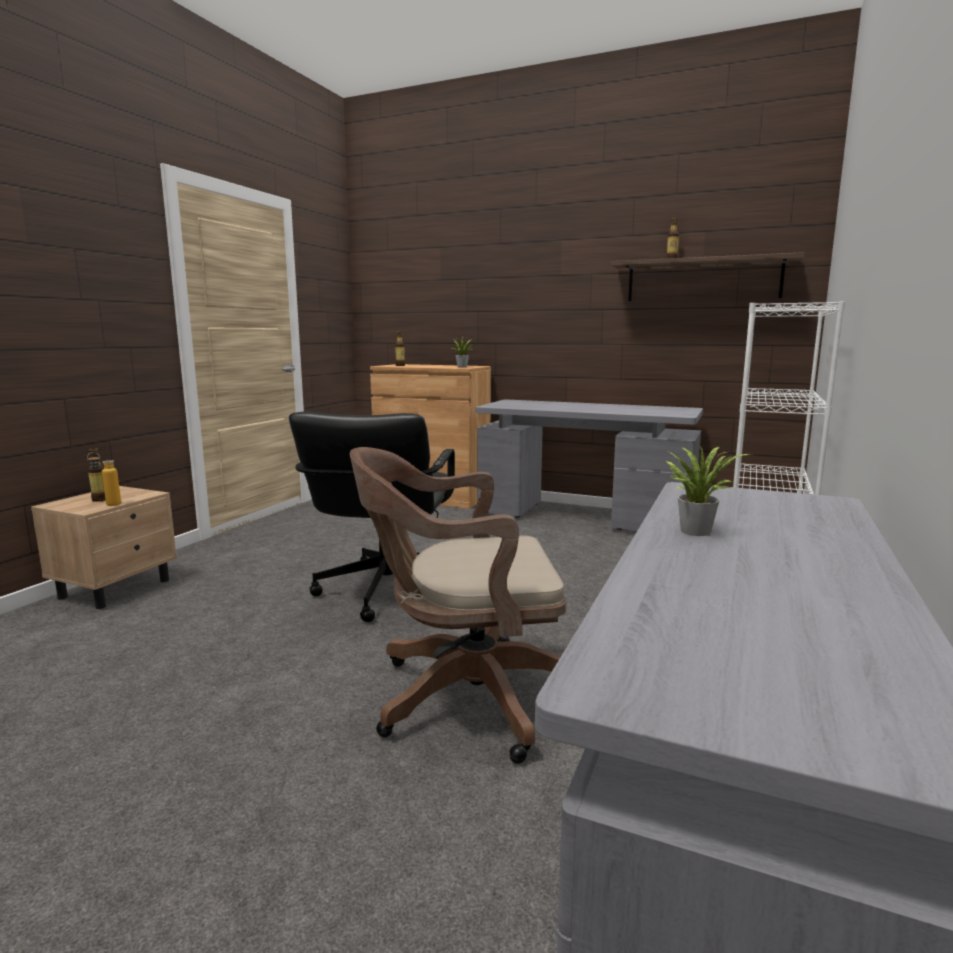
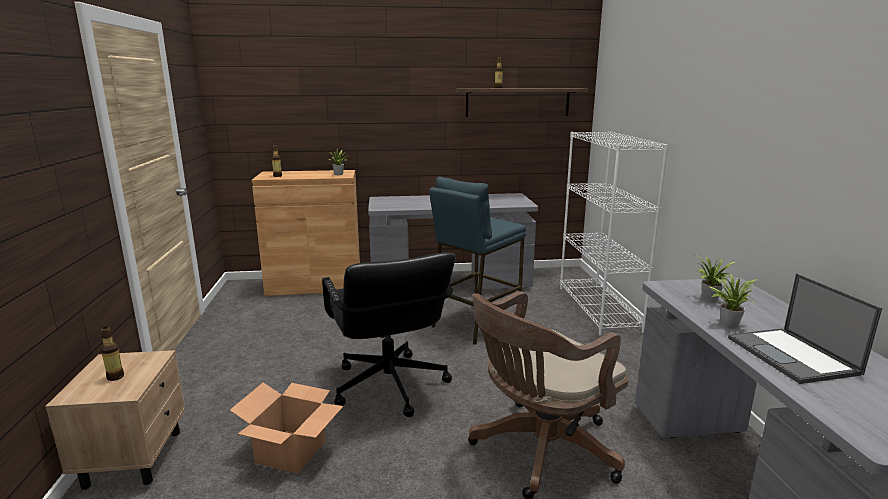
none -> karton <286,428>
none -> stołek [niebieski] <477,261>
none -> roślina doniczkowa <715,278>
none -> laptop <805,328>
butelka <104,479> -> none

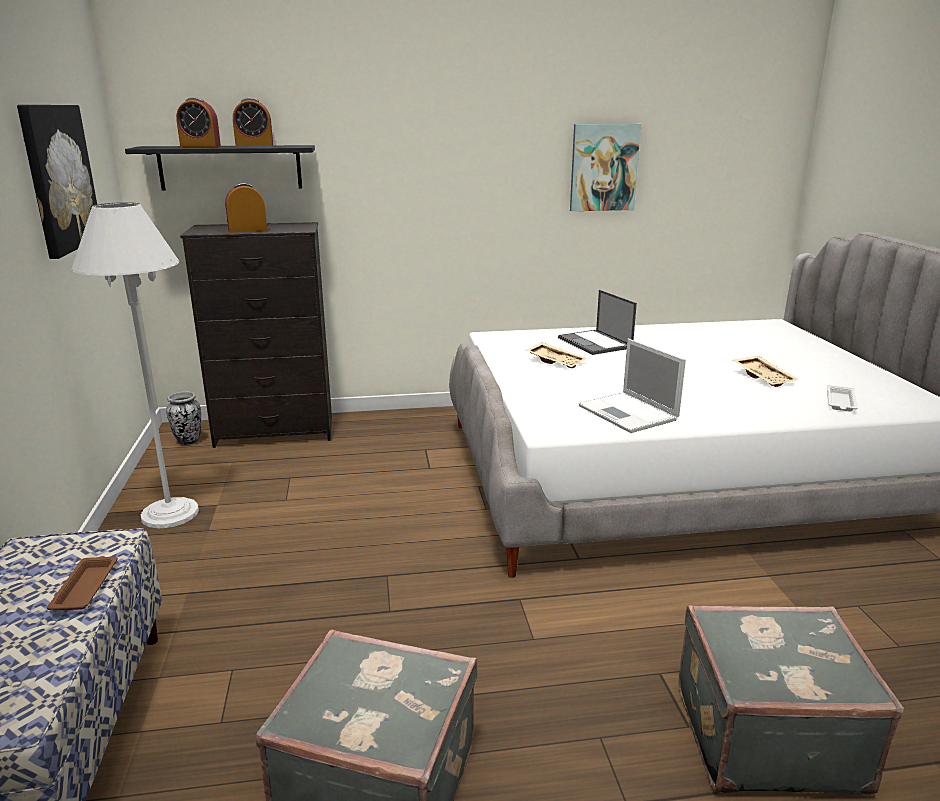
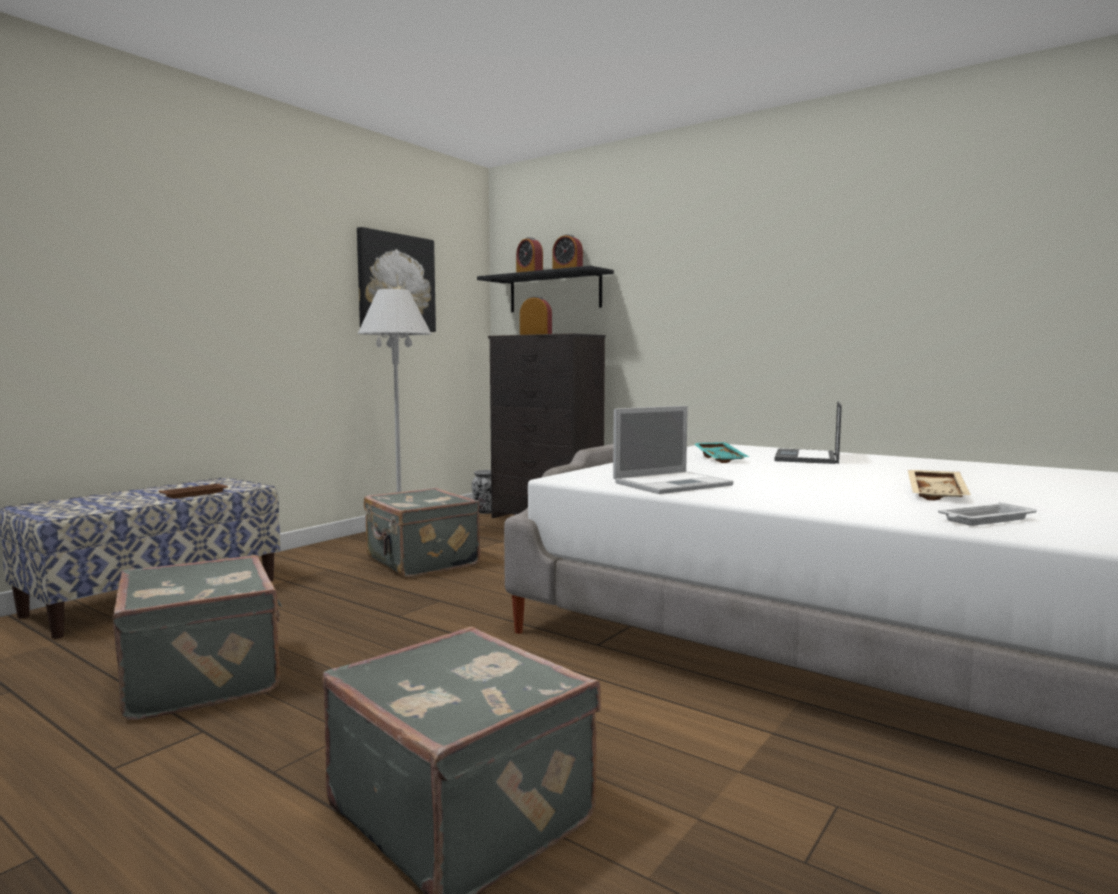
none -> walizka [szary] <422,533>
laptop <632,386> -> laptop <673,450>, 135 degrees counterclockwise
taca [beżowy] <556,355> -> taca [turkusowy] <721,452>
obraz <605,167> -> none

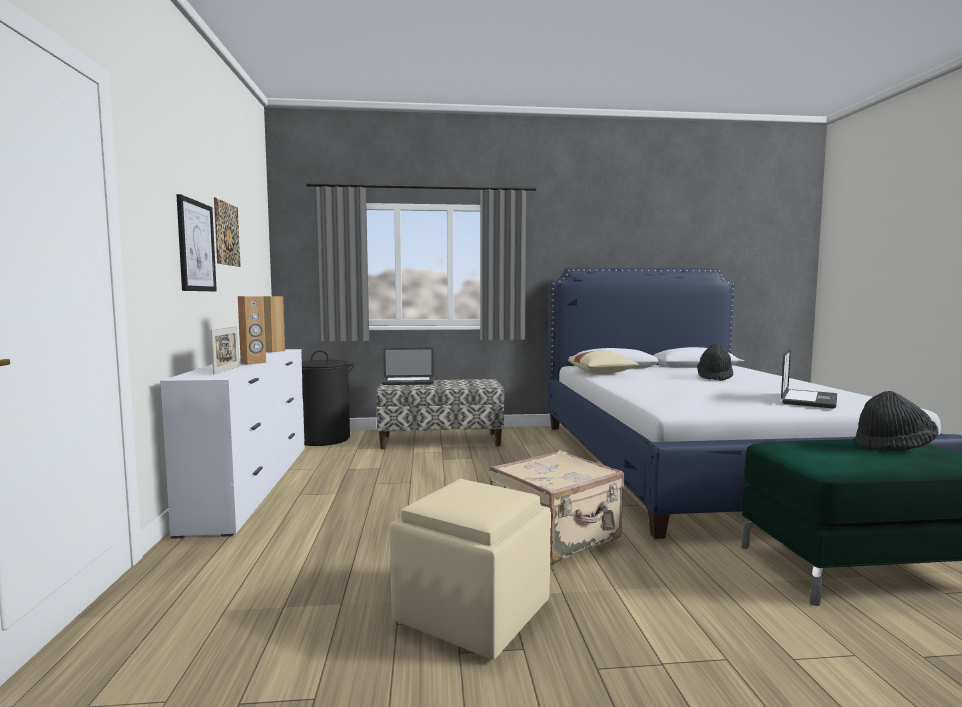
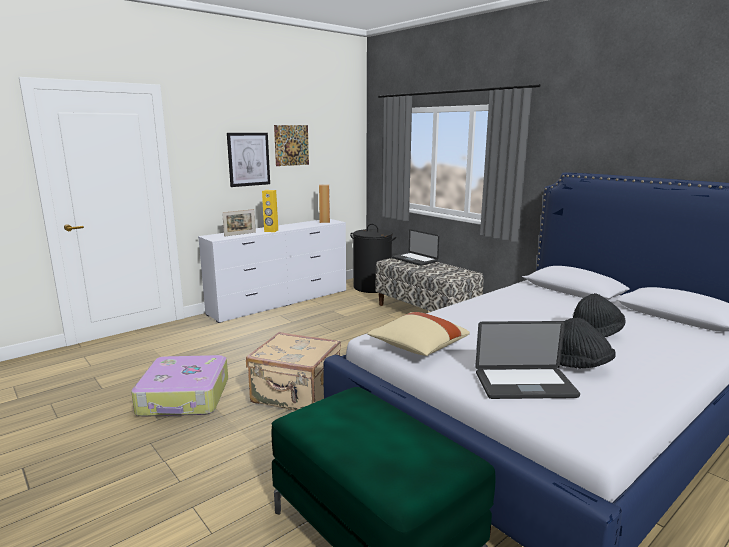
pufa [beżowy] <470,569> -> walizka <179,386>
głośnik [brązowy] <252,330> -> głośnik [żółty] <270,211>
poduszka [beżowy] <603,362> -> poduszka [beżowy] <418,334>, shifted
kapelusz [czarny] <896,421> -> kapelusz [czarny] <588,343>, shifted

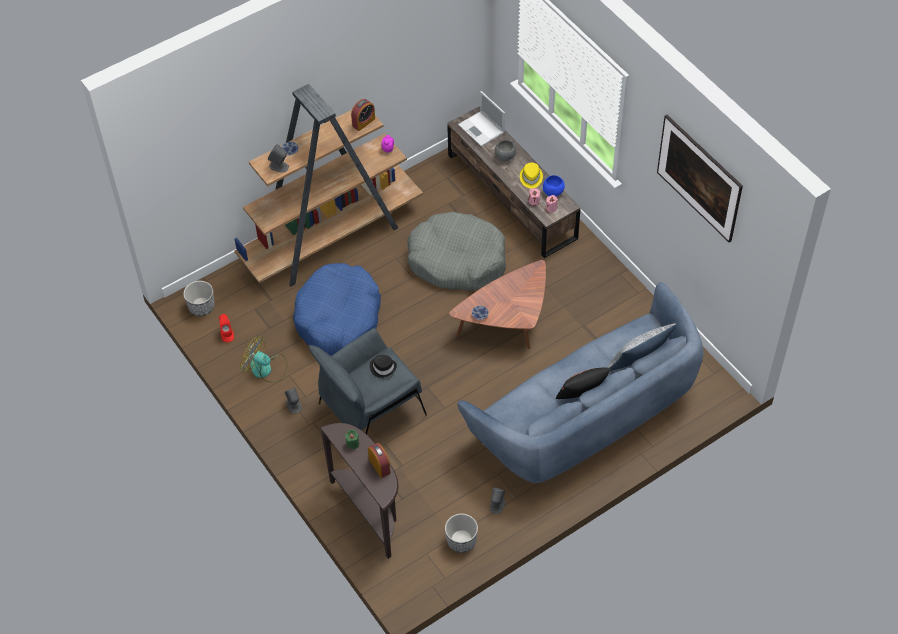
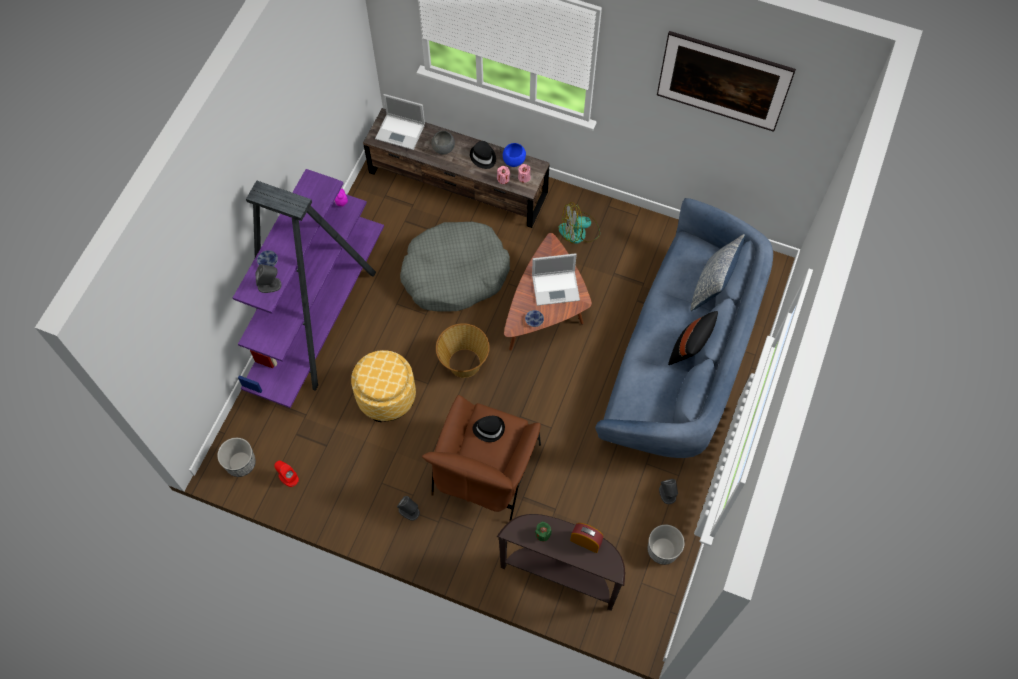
regał [brązowy] <329,185> -> regał [fioletowy] <308,288>
legowisko [niebieski] <337,309> -> pufa <383,386>
fotel [szary] <367,381> -> fotel [brązowy] <481,458>
none -> koszyk <463,350>
kapelusz [żółty] <531,176> -> kapelusz [czarny] <483,155>
none -> laptop <556,279>
wentylator <263,359> -> wentylator <579,223>, shifted
budzik <363,115> -> none

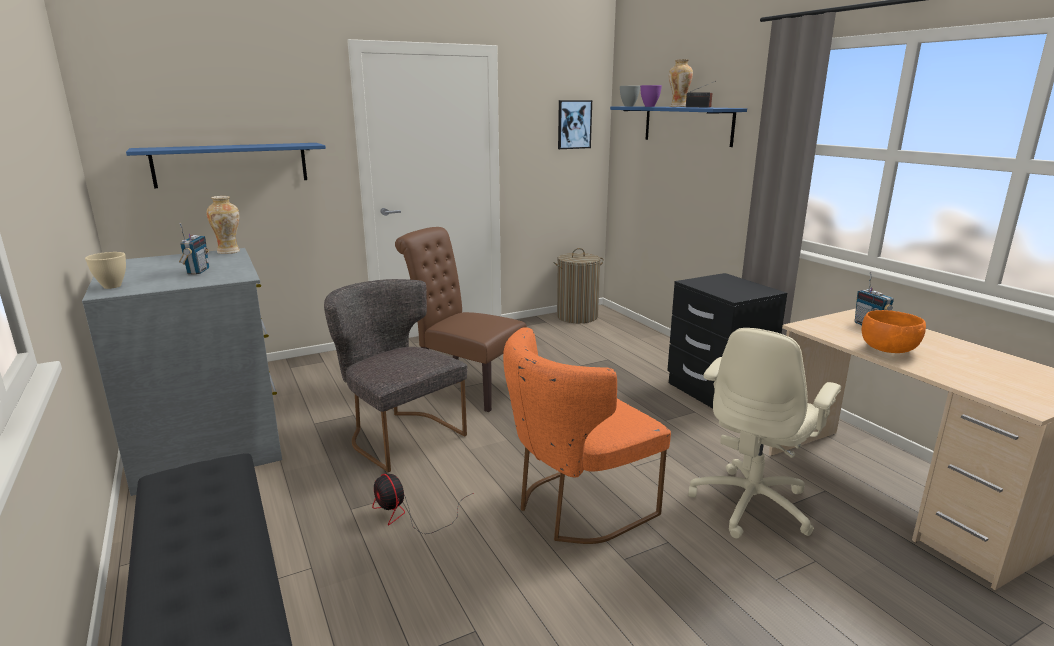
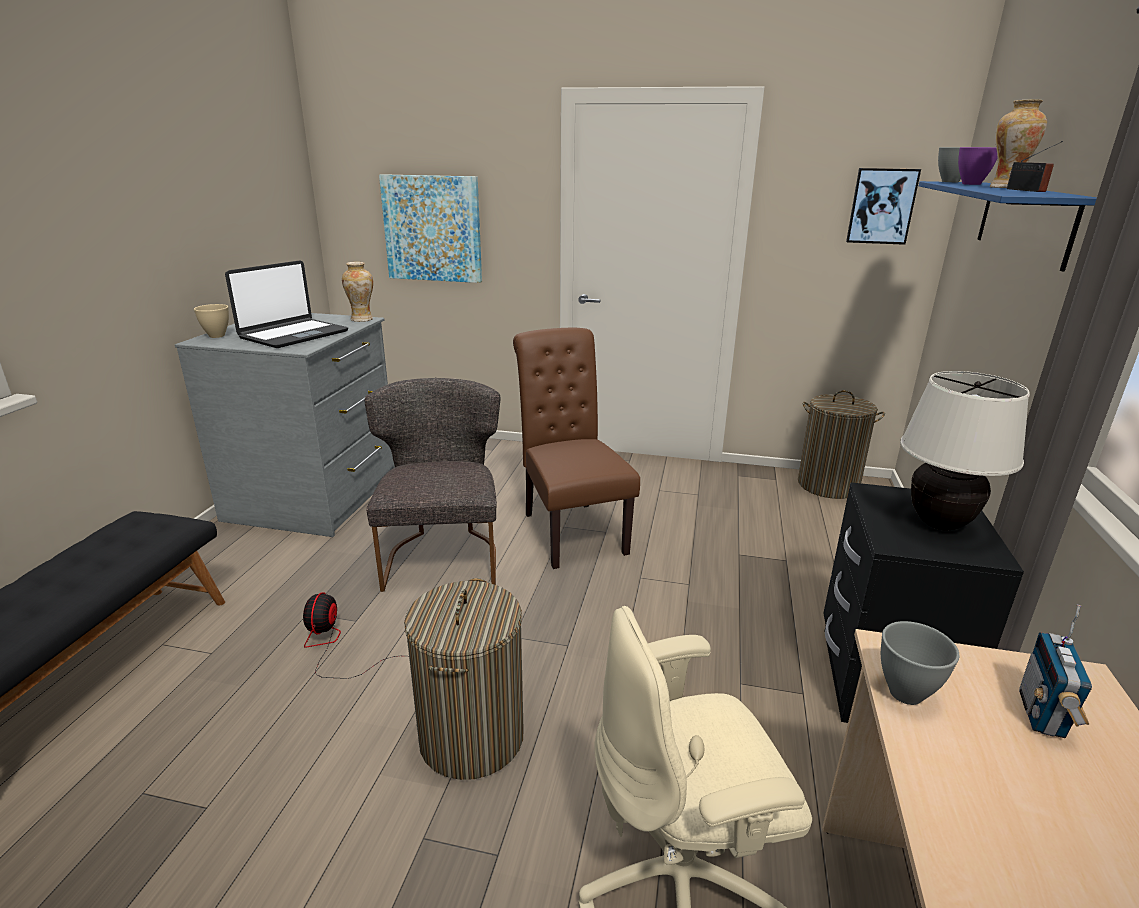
radio <194,249> -> laptop <286,304>
półka [niebieski] <226,165> -> obraz <430,228>
krzesło [pomarańczowy] <587,435> -> kosz na pranie <463,679>
none -> miska [szary] <920,663>
none -> lampa stołowa [beżowy] <965,451>
miska [pomarańczowy] <894,331> -> none

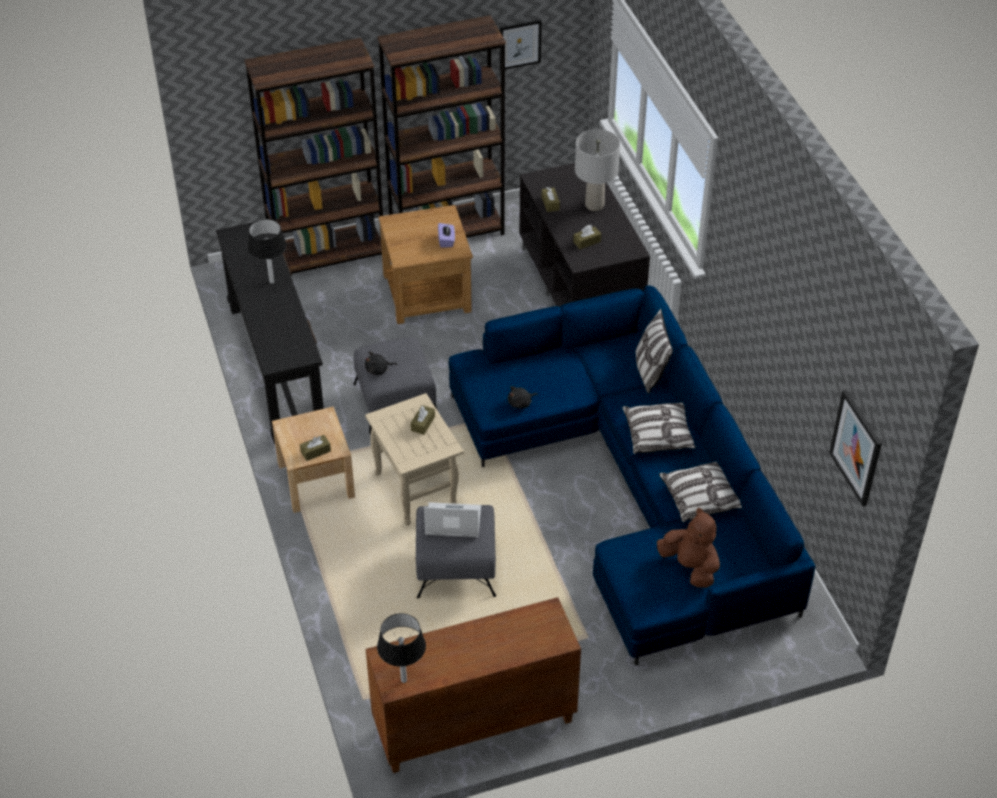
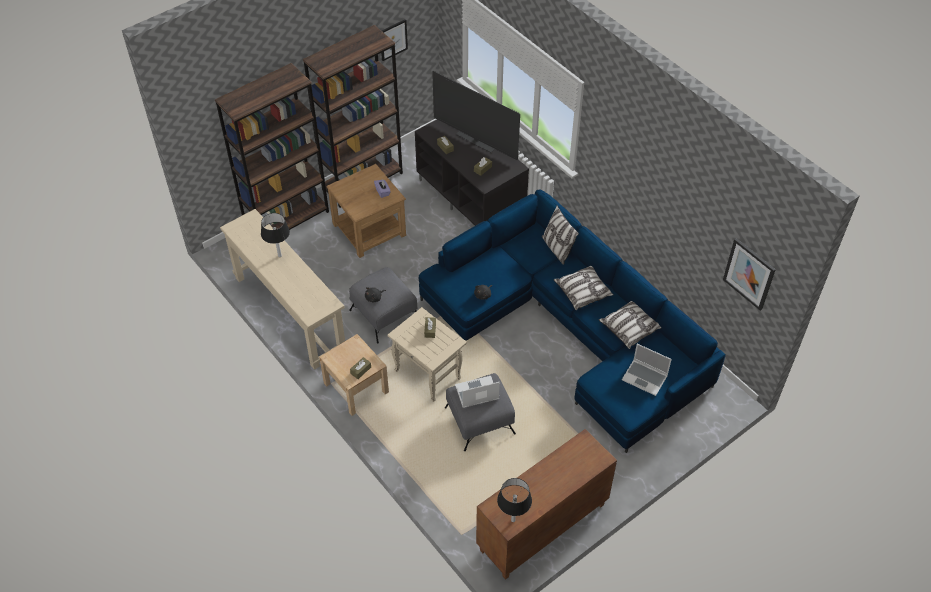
stolik konsolowy [czarny] <270,333> -> stolik konsolowy [beżowy] <282,289>
lampa stołowa [szary] <597,170> -> telewizor <476,115>
pluszak [brązowy] <688,548> -> laptop <647,370>

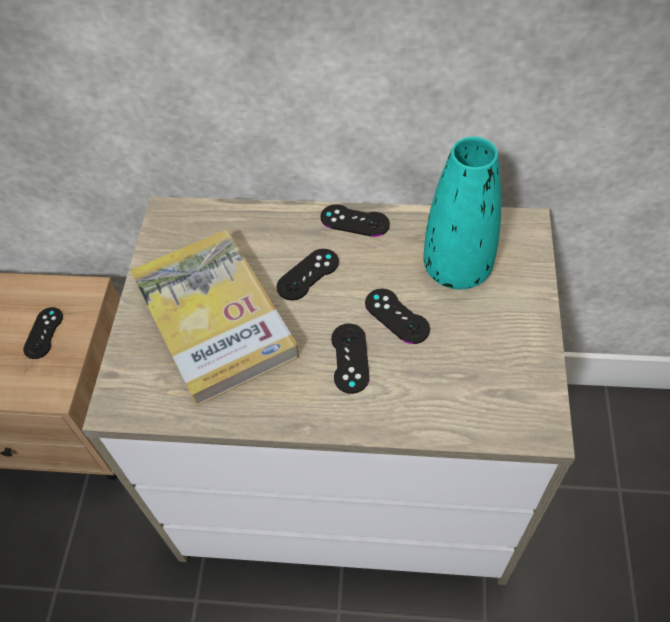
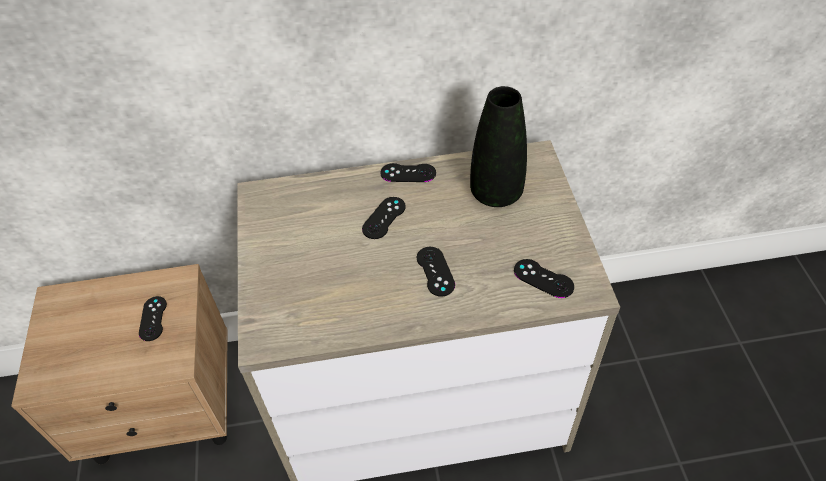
wazon [turkusowy] <462,213> -> wazon [czarny] <498,146>
pad do gier [czarny] <397,316> -> pad do gier [czarny] <544,278>, shifted
książka <214,318> -> none

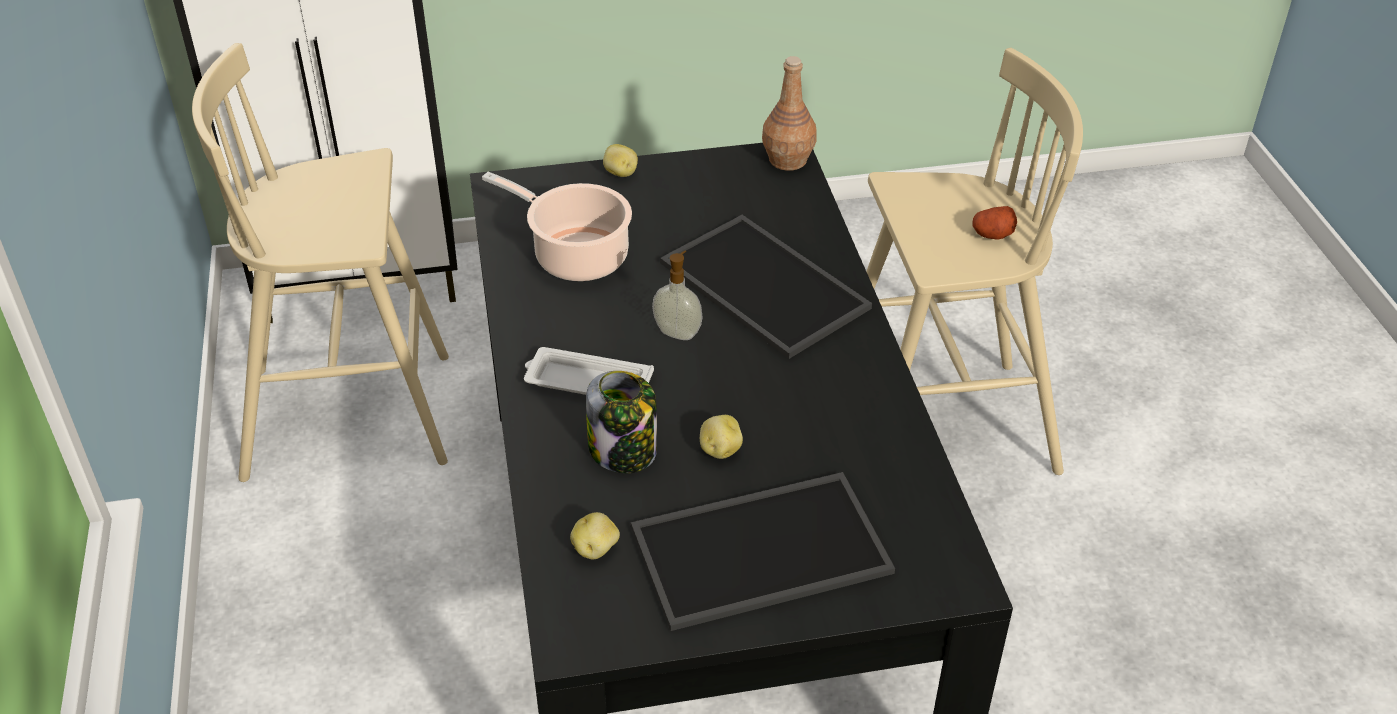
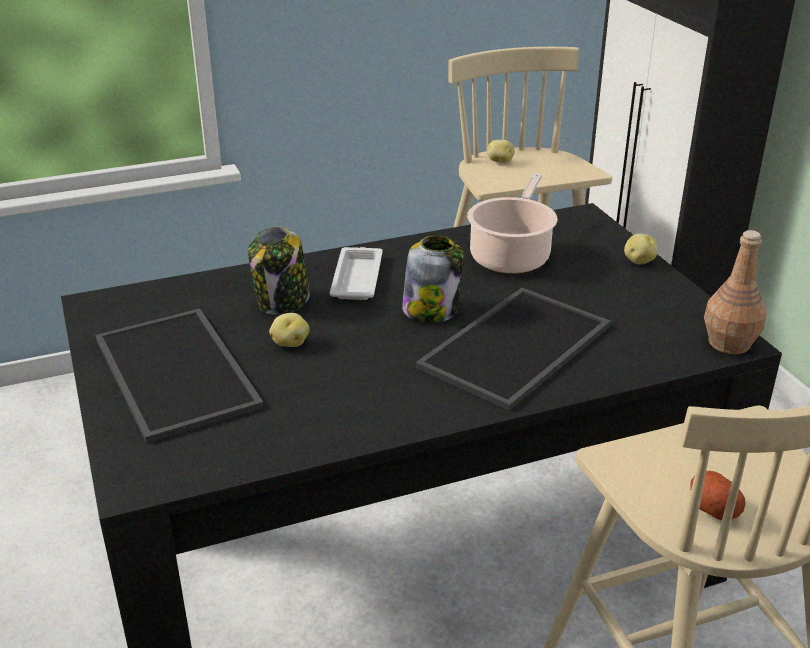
dozownik mydła <677,295> -> słoik <433,279>
ziemniak <595,535> -> ziemniak <501,151>, shifted

